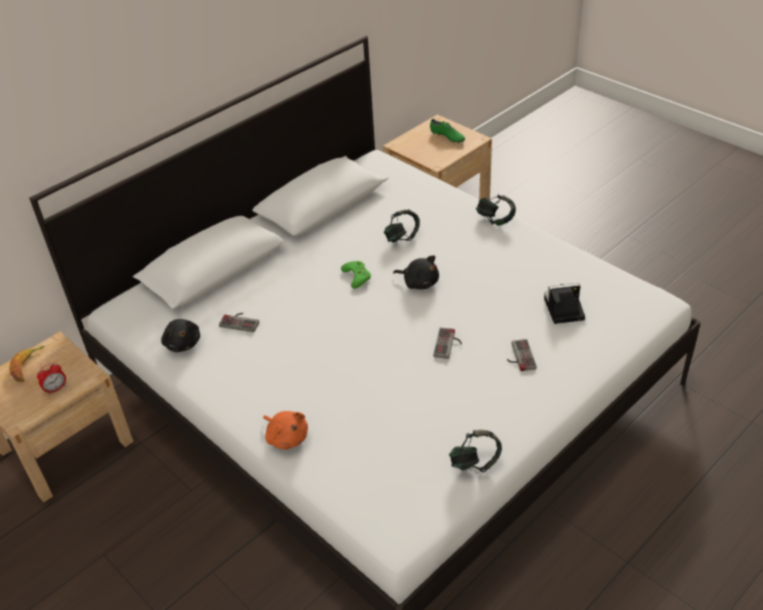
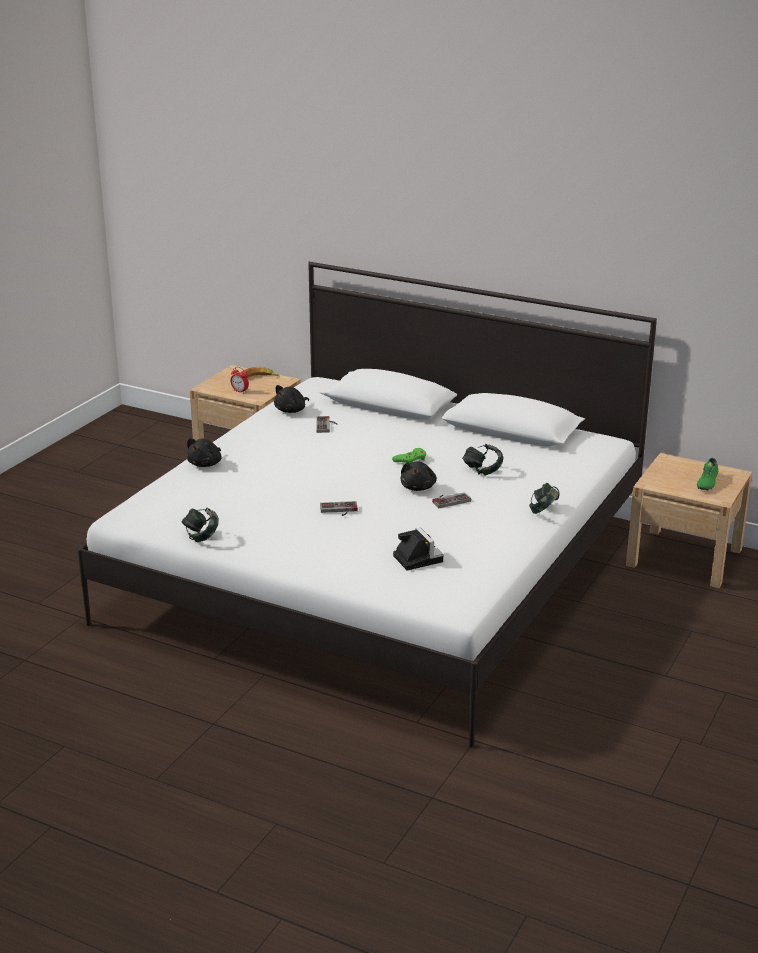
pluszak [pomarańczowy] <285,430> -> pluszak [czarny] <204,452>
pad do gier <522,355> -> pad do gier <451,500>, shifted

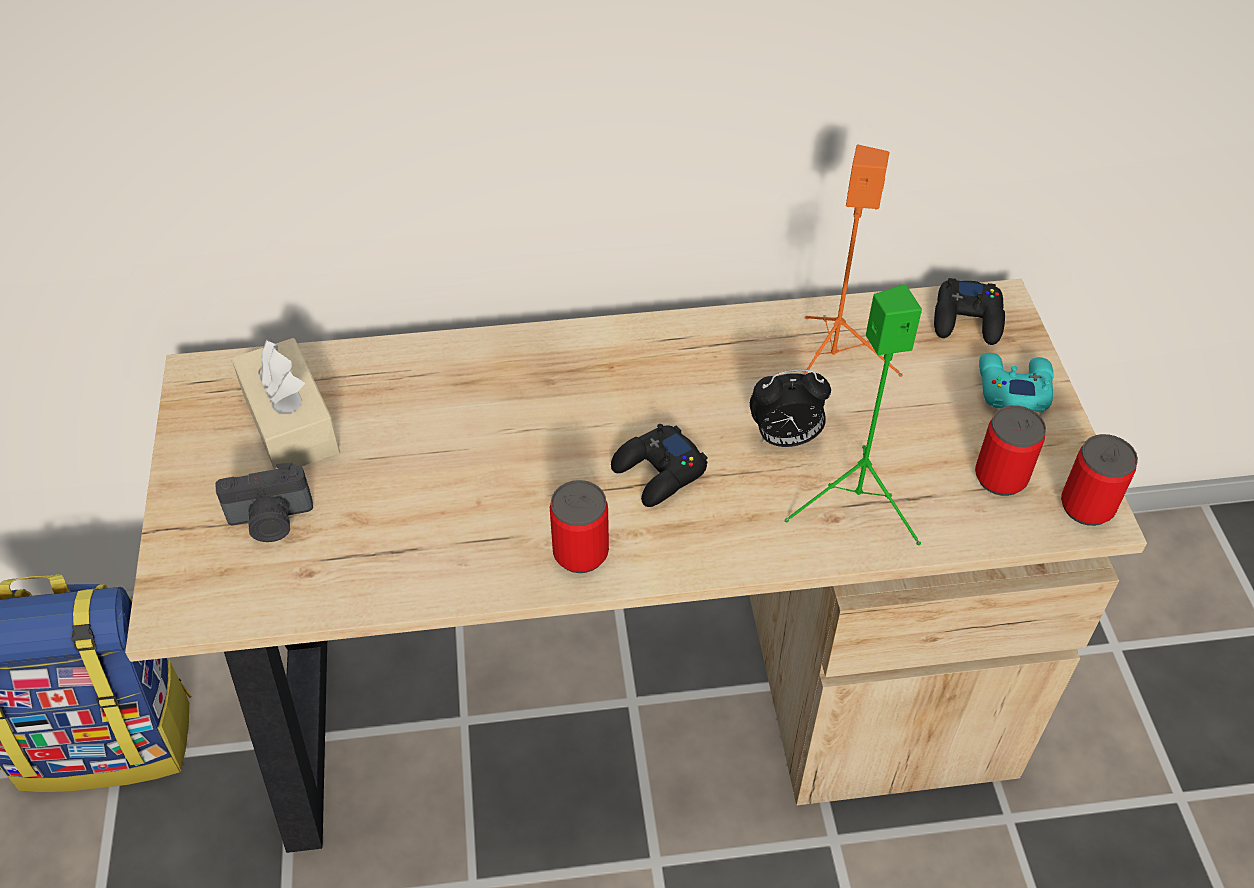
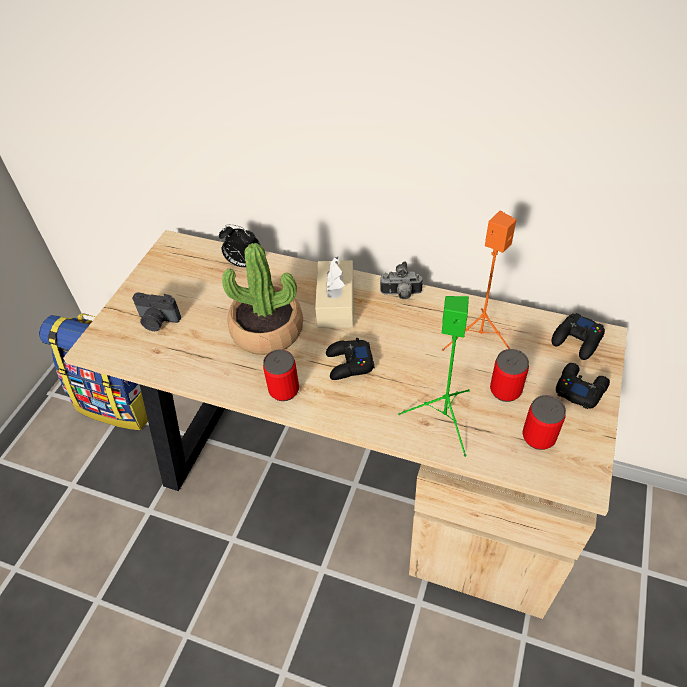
budzik <790,408> -> budzik <239,245>, shifted
none -> roślina doniczkowa <262,299>
pudełko chusteczek [beżowy] <286,403> -> pudełko chusteczek [beżowy] <334,292>, shifted
none -> aparat fotograficzny <401,280>
puszka <1099,480> -> puszka <509,375>, shifted
pad do gier [turkusowy] <1016,383> -> pad do gier [czarny] <583,386>

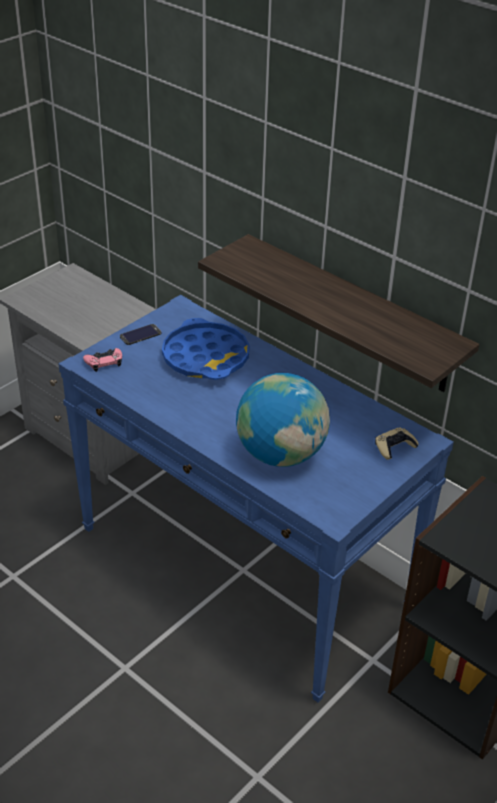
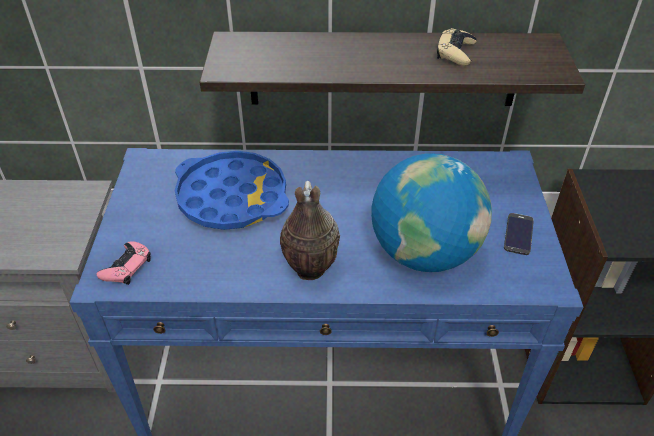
none -> wazon <310,230>
pad do gier [beżowy] <396,444> -> pad do gier [beżowy] <457,47>, shifted
telefon <140,334> -> telefon <519,234>, shifted

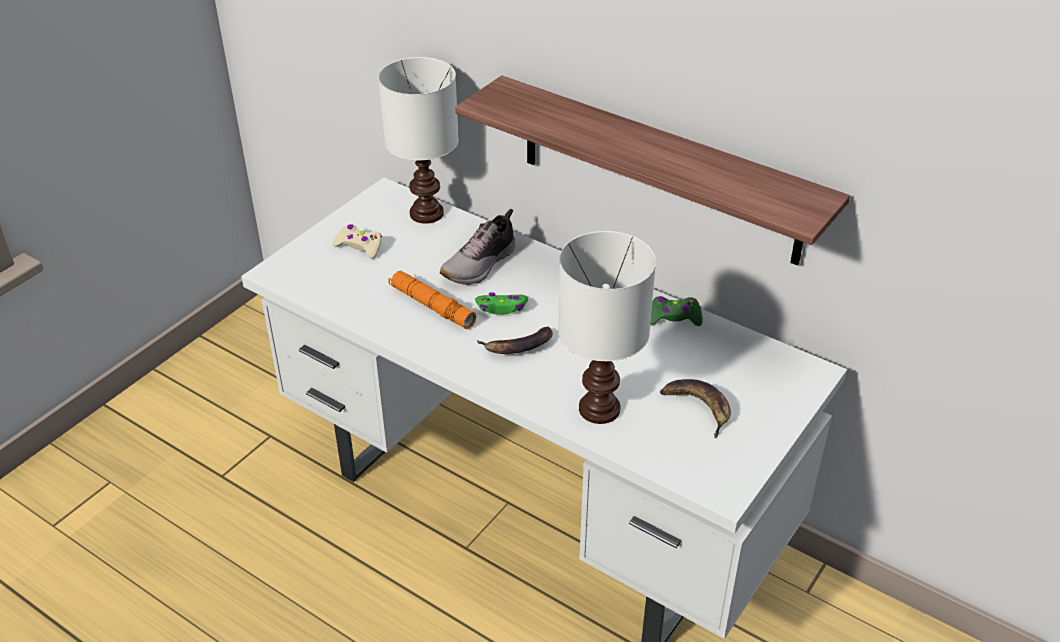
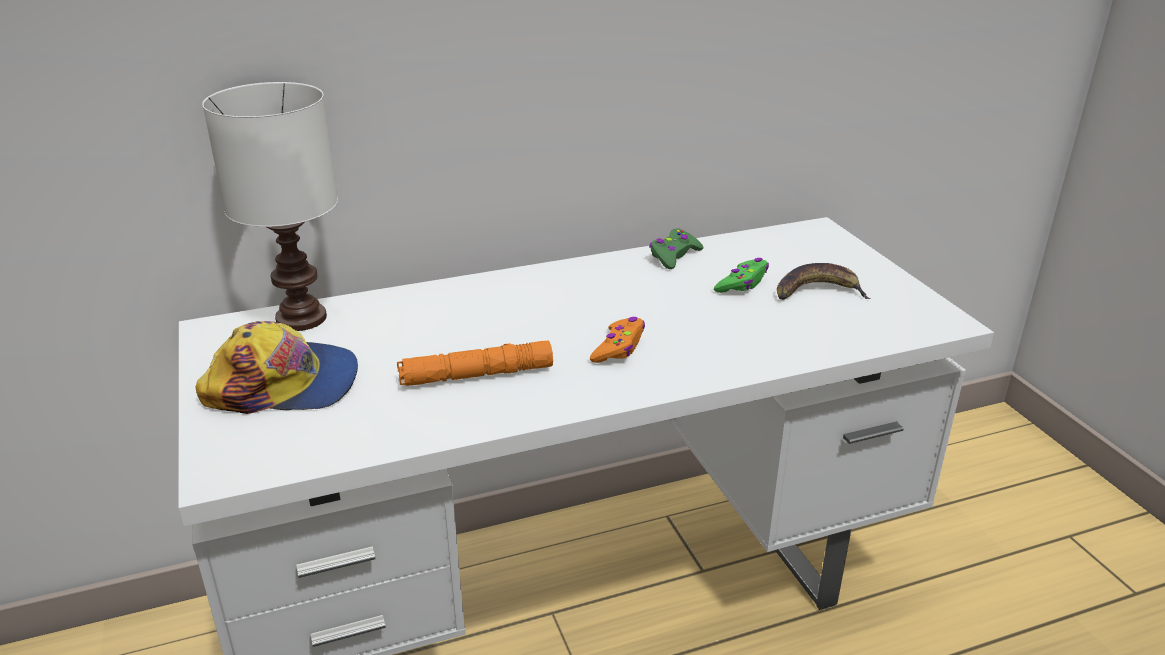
pad do gier [beżowy] <357,241> -> czapka z daszkiem <277,367>
banan <515,340> -> pad do gier [pomarańczowy] <617,340>
pad do gier [zielony] <501,303> -> pad do gier [zielony] <741,275>, shifted
but <477,247> -> none
półka <652,170> -> none
lampa stołowa [biały] <607,327> -> none

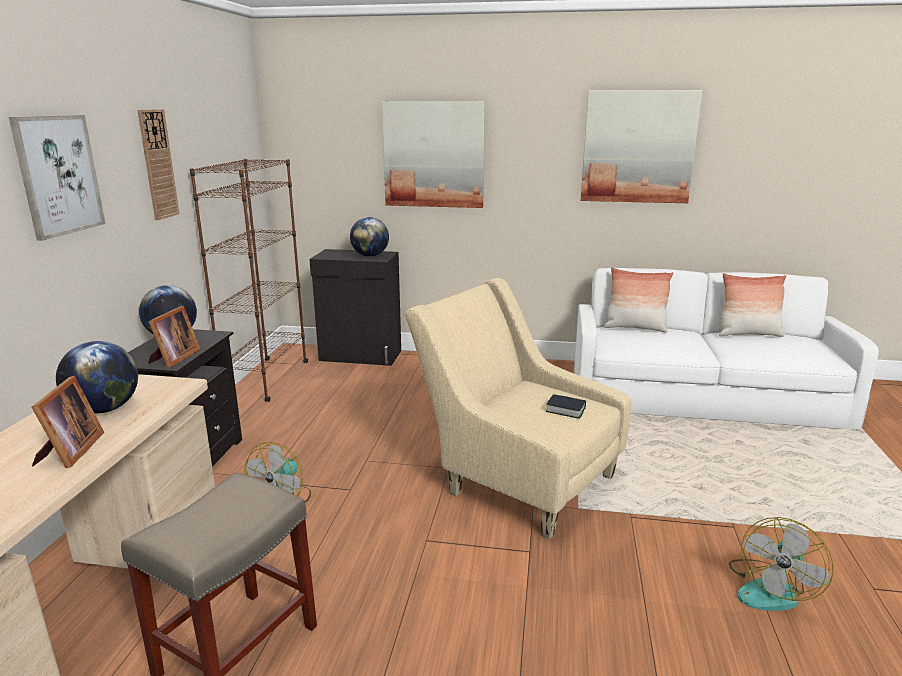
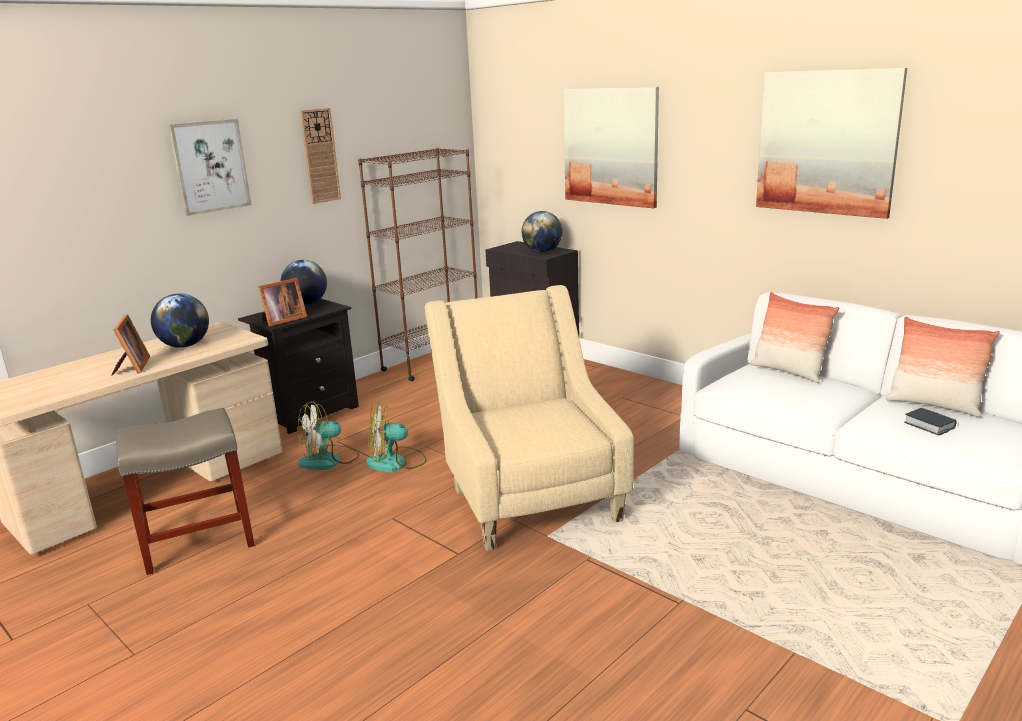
ramka na zdjęcie <67,422> -> ramka na zdjęcie <131,344>, 45 degrees counterclockwise
wentylator <781,564> -> wentylator <396,437>, shifted
książka <566,406> -> książka <930,422>, shifted

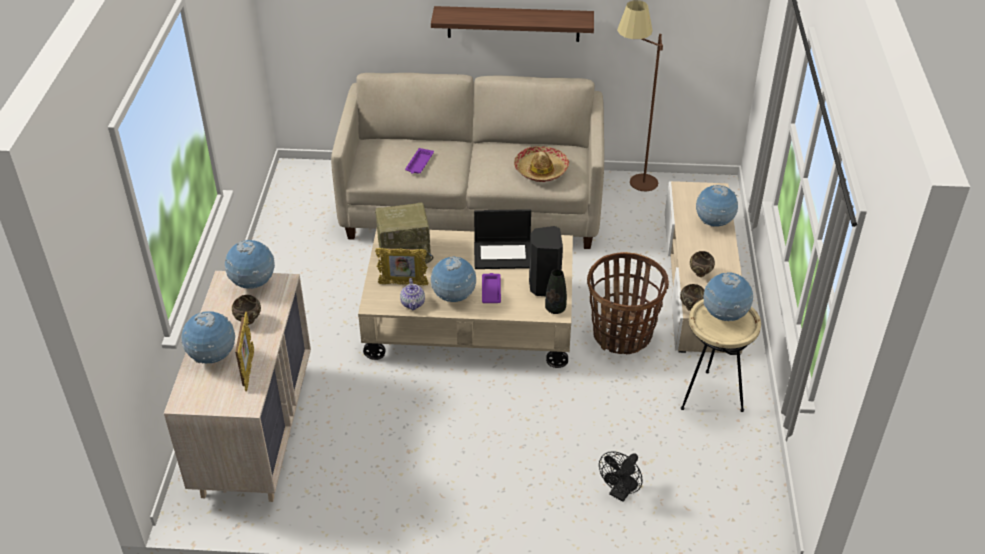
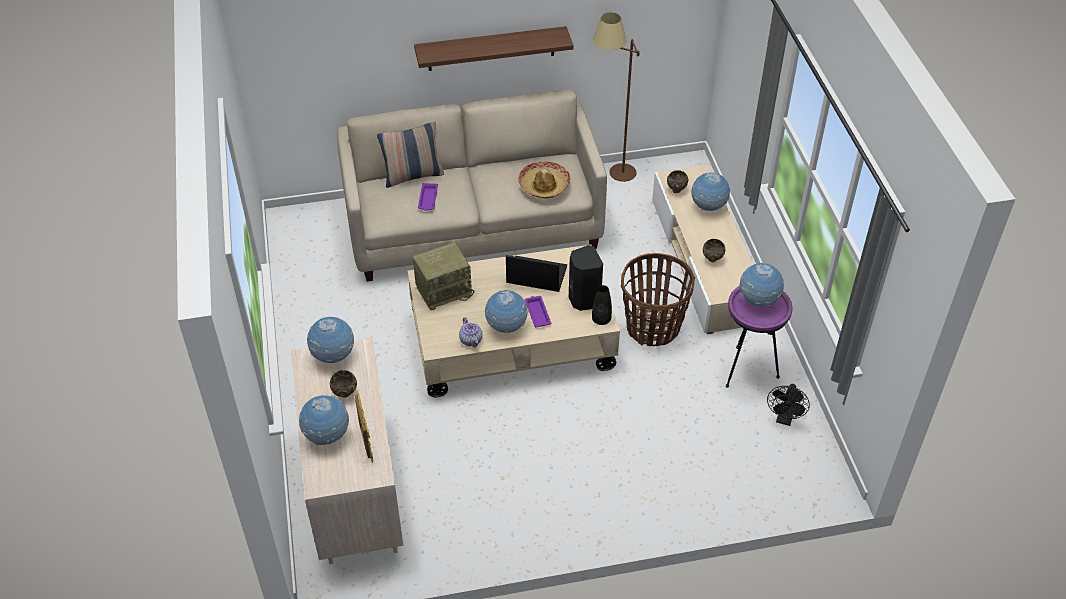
none -> poduszka <410,154>
laptop <502,239> -> laptop <536,273>, 150 degrees counterclockwise
miska [brązowy] <692,297> -> miska [brązowy] <677,181>, shifted
stolik [beżowy] <721,355> -> stolik [fioletowy] <759,337>
wentylator [czarny] <621,477> -> wentylator [czarny] <788,405>, shifted
ramka na zdjęcie <401,266> -> none

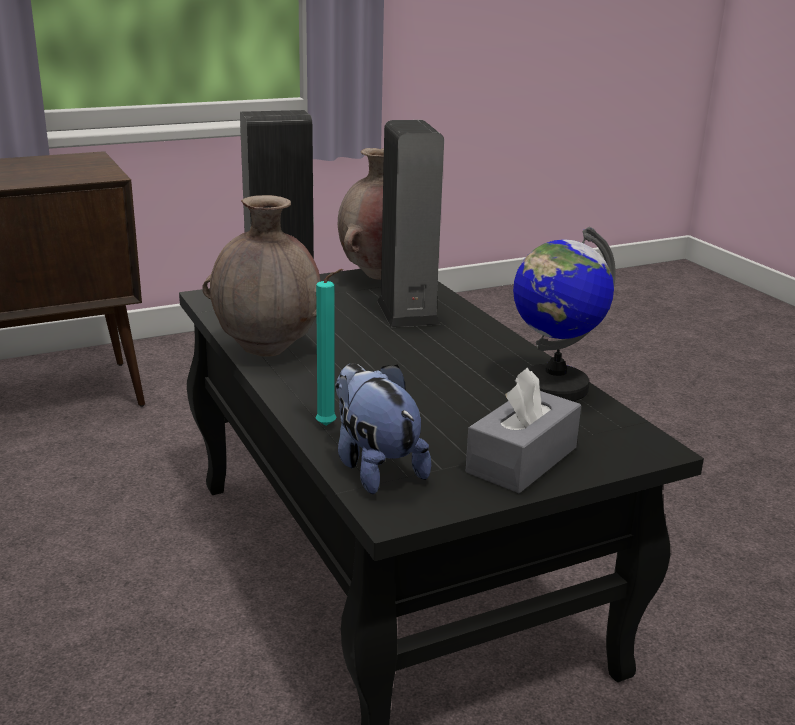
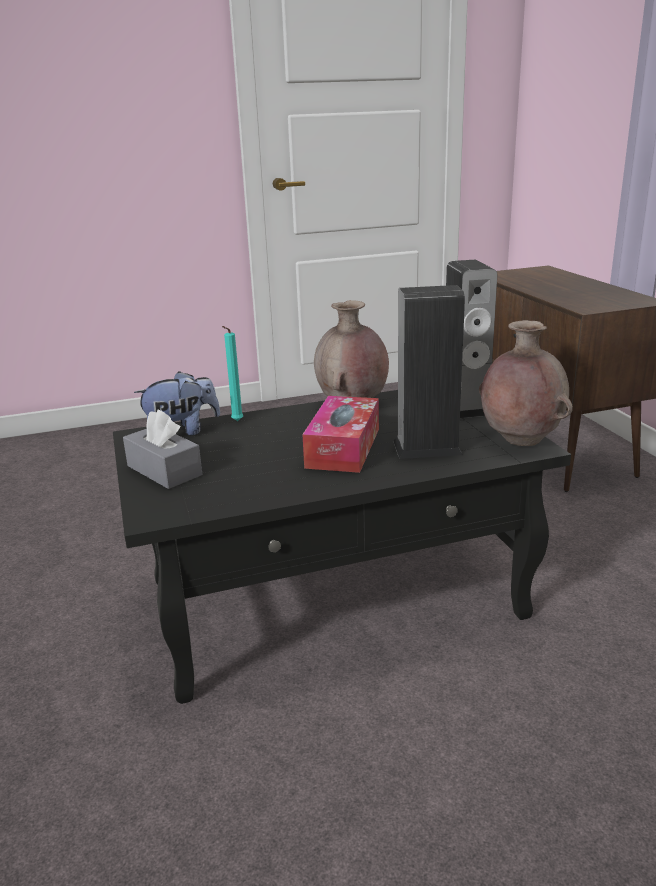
none -> pudełko chusteczek <340,434>
globus <564,314> -> none

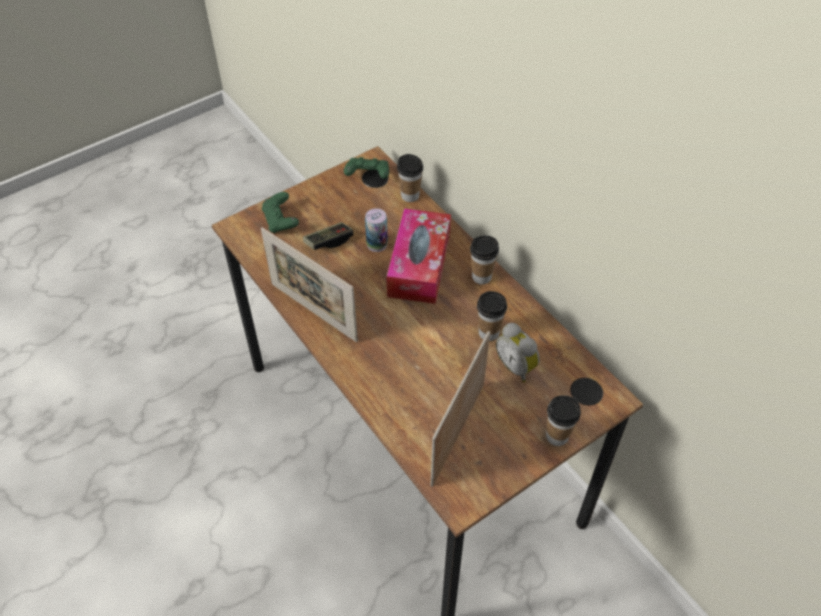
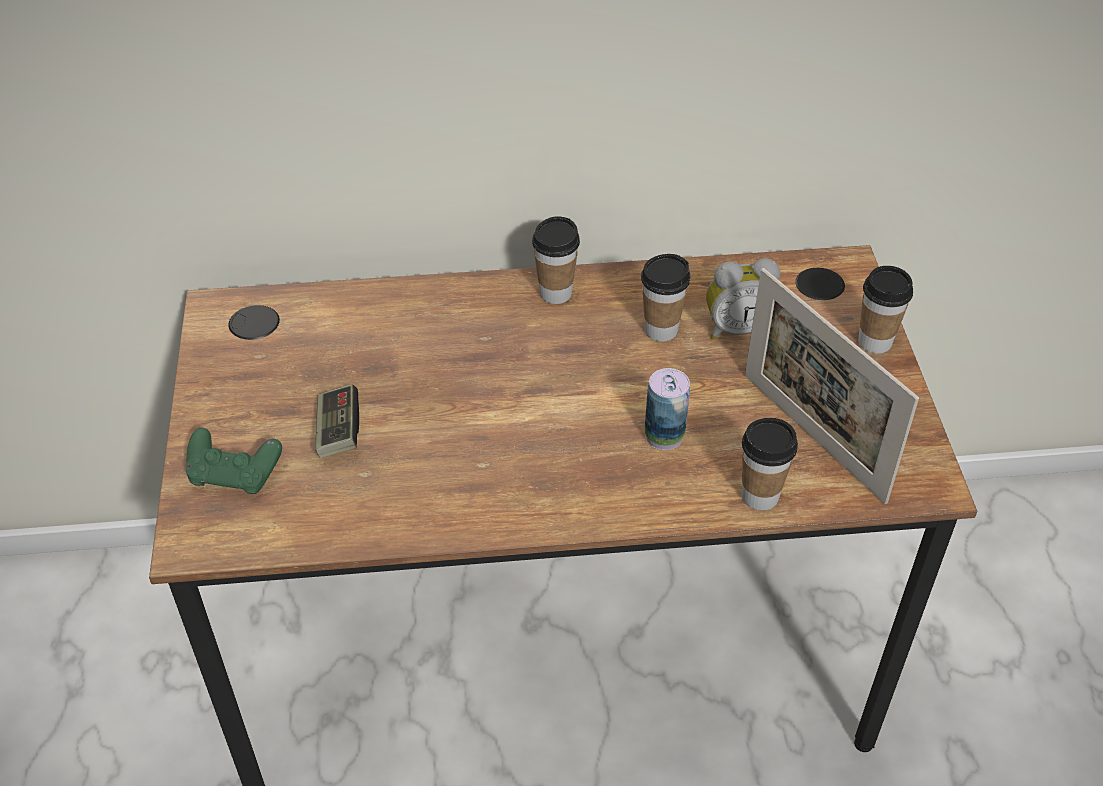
puszka <376,230> -> puszka <667,409>, shifted
filiżanka <410,178> -> filiżanka <770,464>, shifted
ramka na zdjęcie <309,284> -> none
pad do gier [zielony] <366,168> -> none
pudełko chusteczek <418,256> -> none

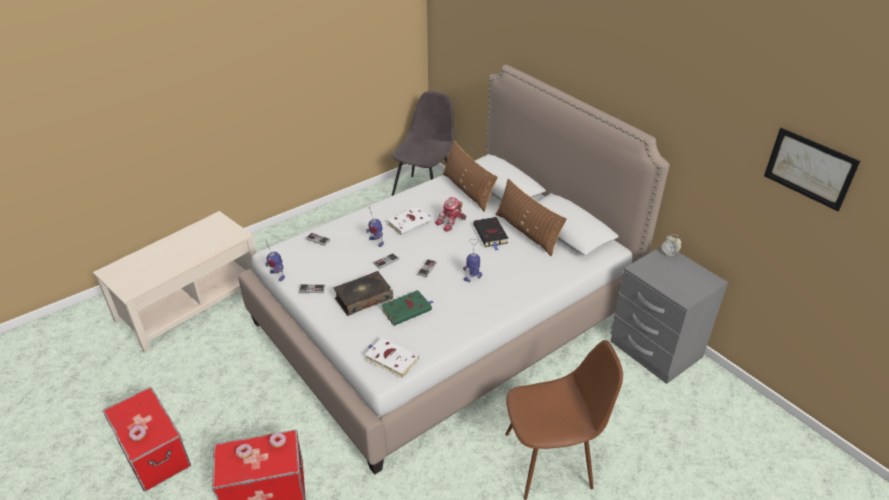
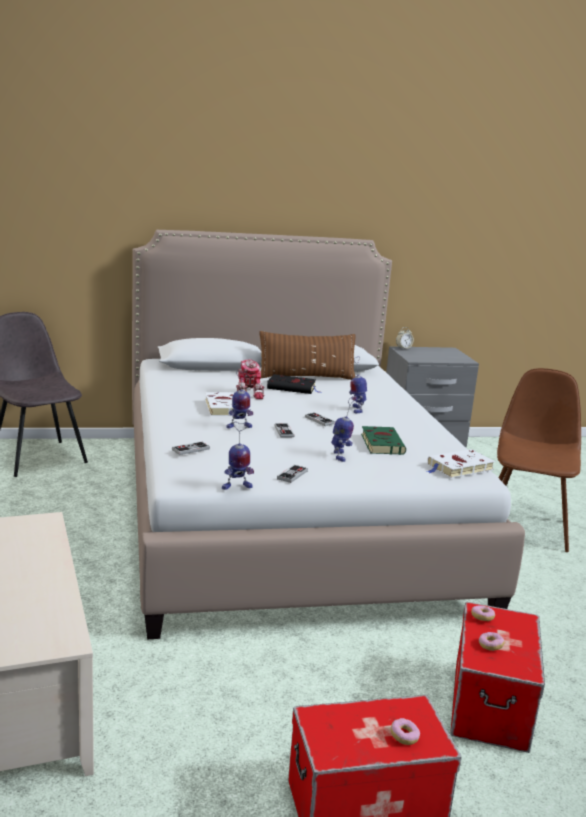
książka <363,293> -> robot zabawkowy <343,429>
poduszka [brązowy] <470,176> -> none
obraz <812,169> -> none

